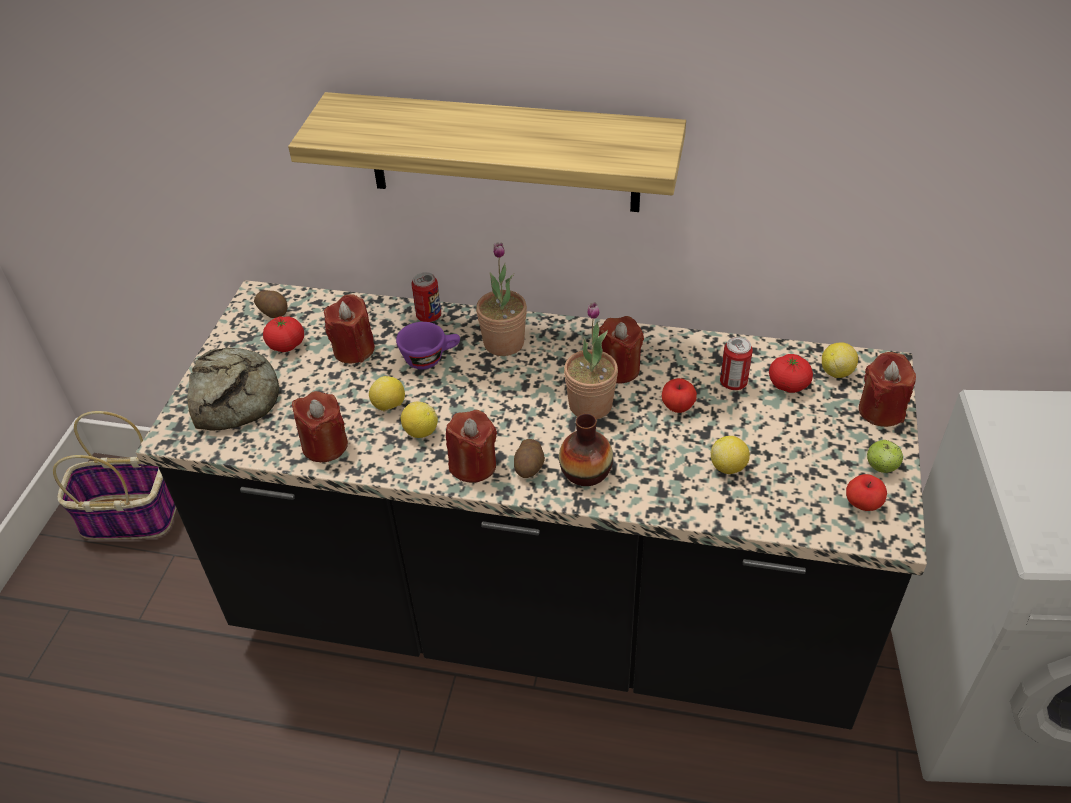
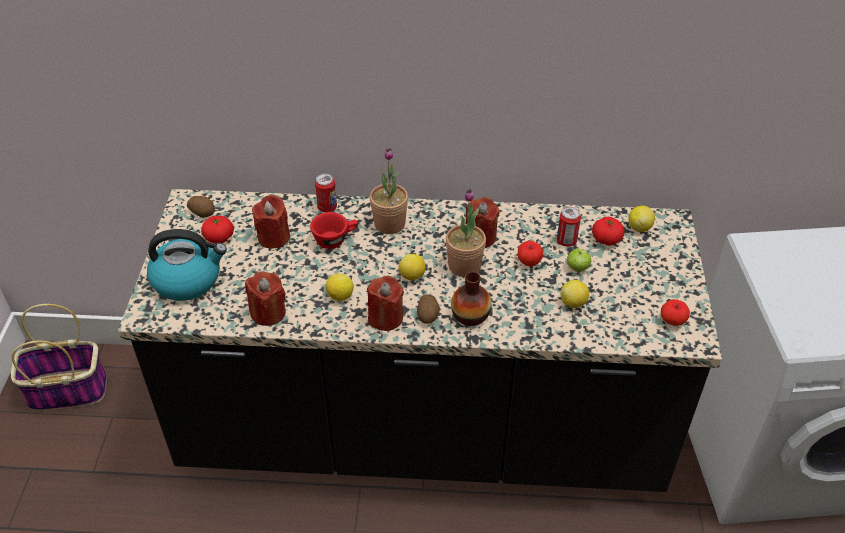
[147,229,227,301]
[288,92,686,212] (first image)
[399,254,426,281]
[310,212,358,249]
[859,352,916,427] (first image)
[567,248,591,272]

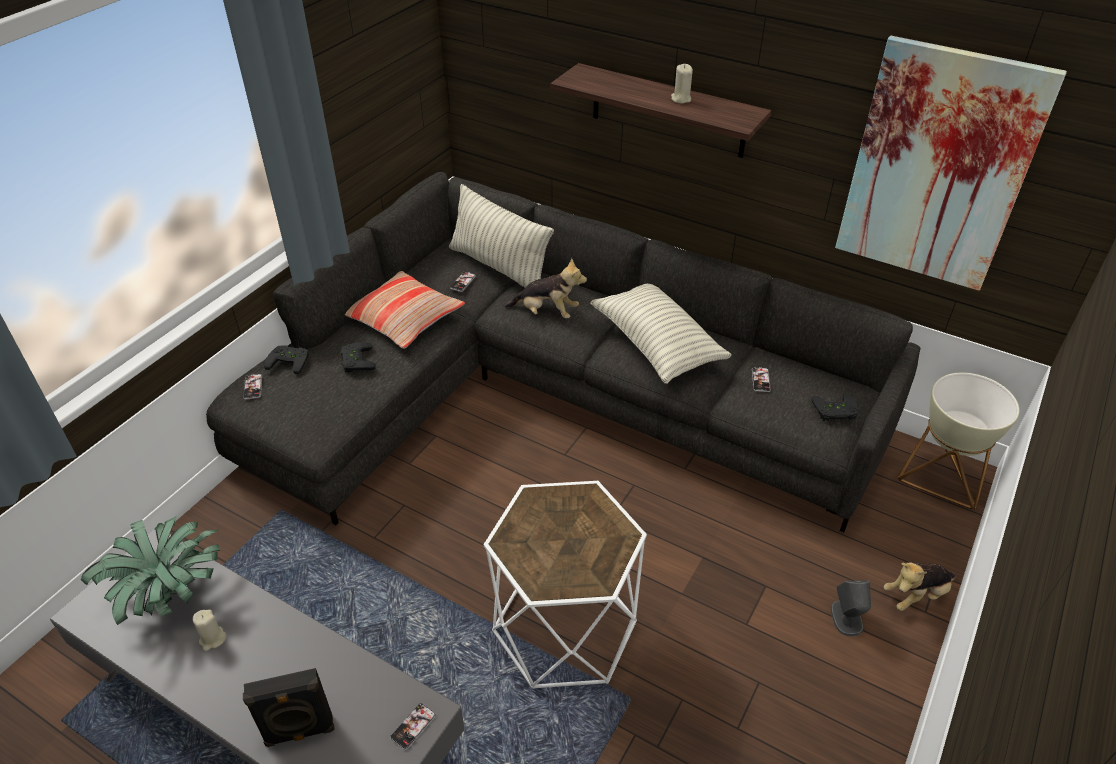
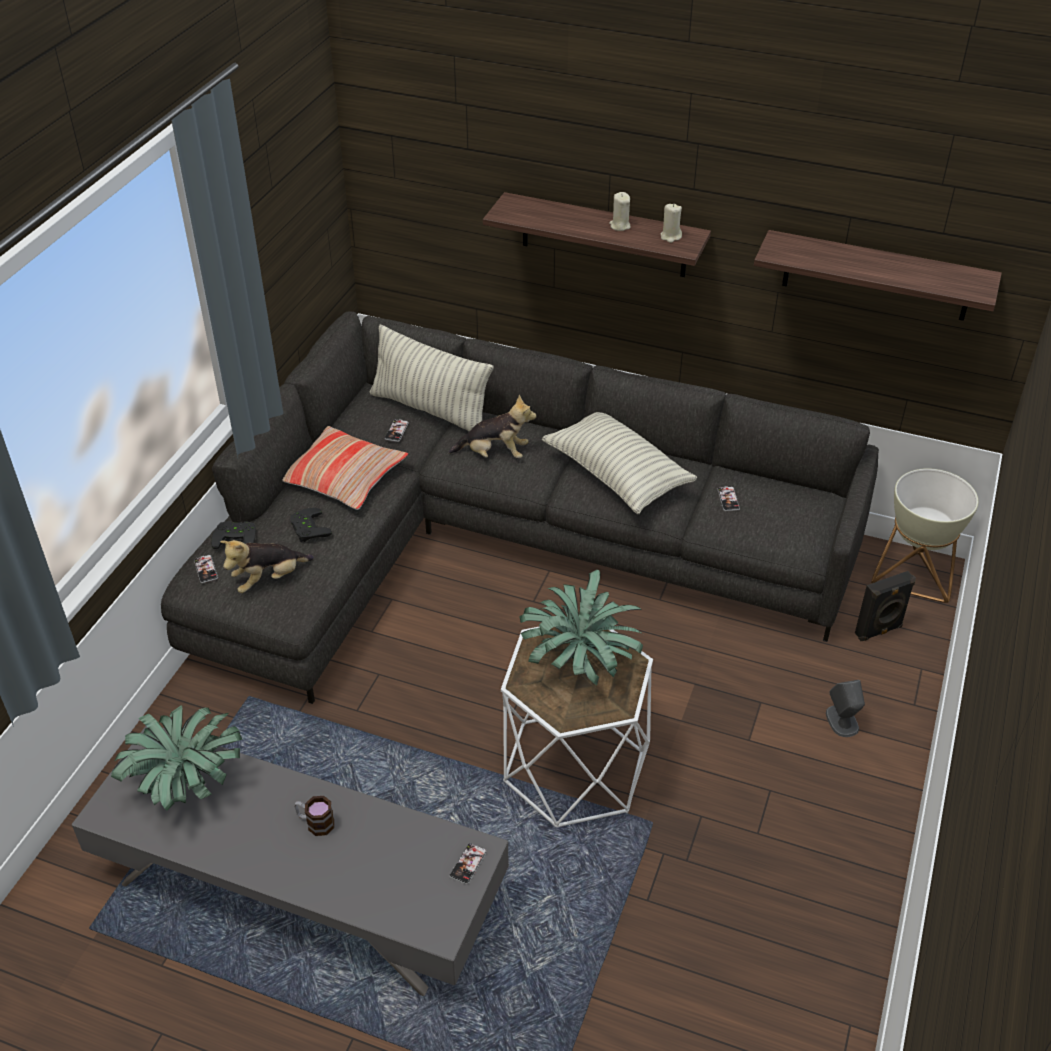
[661,204,682,243]
[855,571,916,641]
[811,395,858,421] (first image)
[754,230,1002,321]
[220,540,314,593]
[294,796,334,836]
[519,570,643,685]

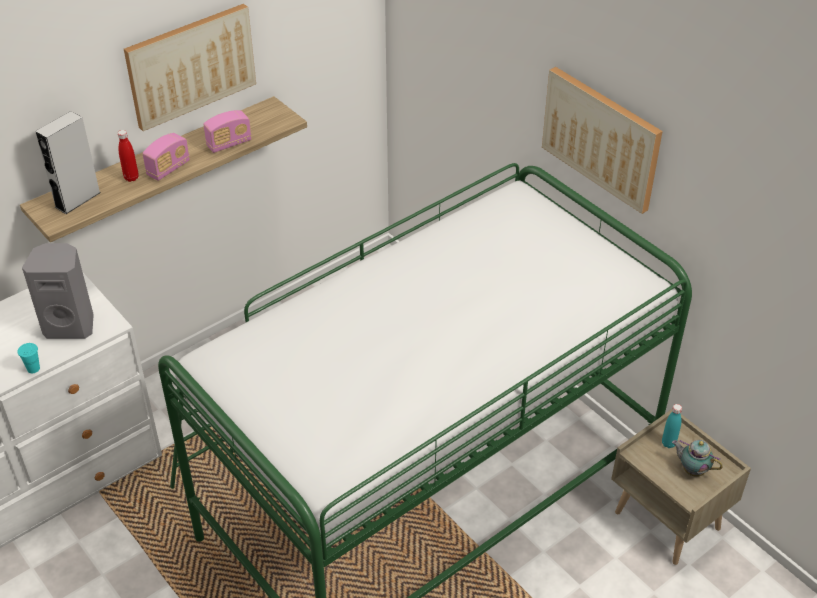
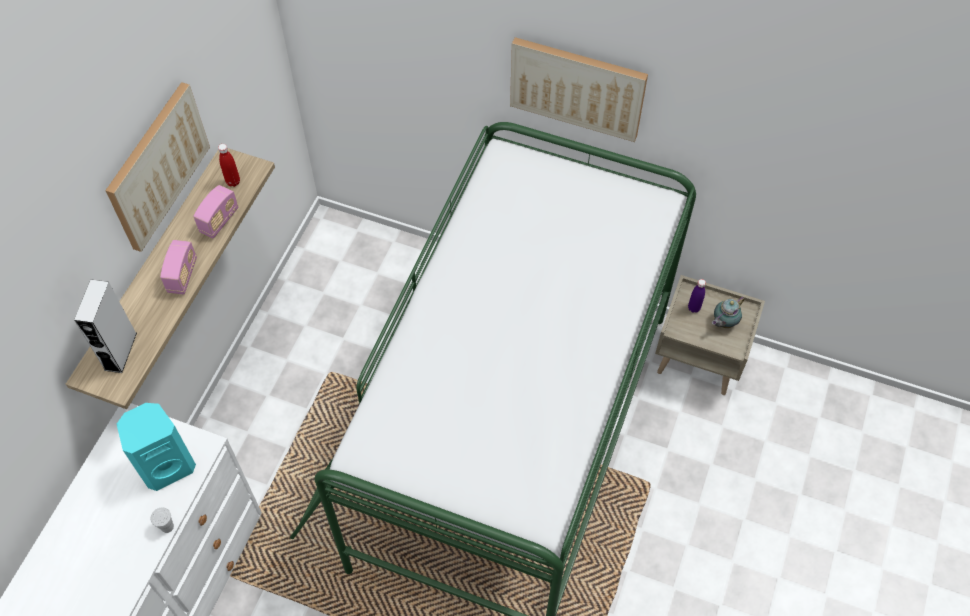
[150,507,174,533]
[117,403,196,491]
[218,144,240,187]
[688,279,706,313]
[712,297,744,328]

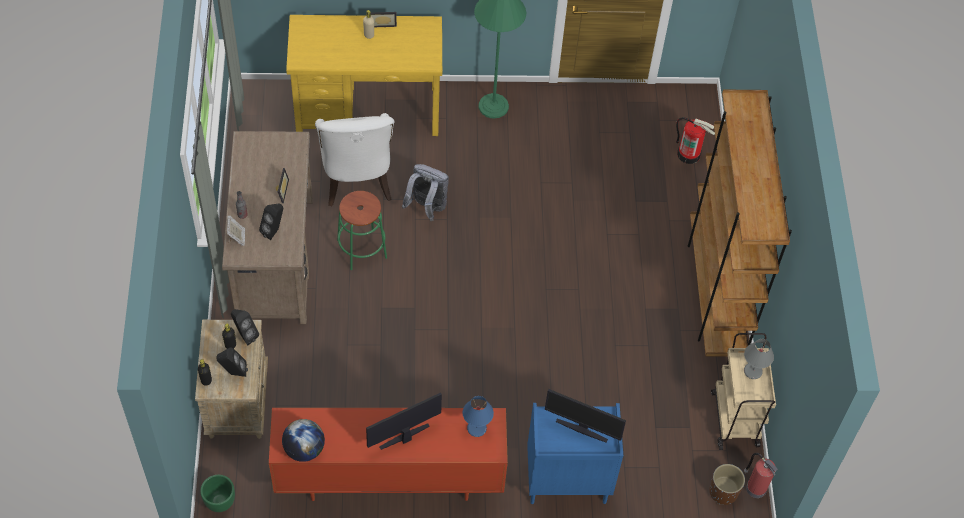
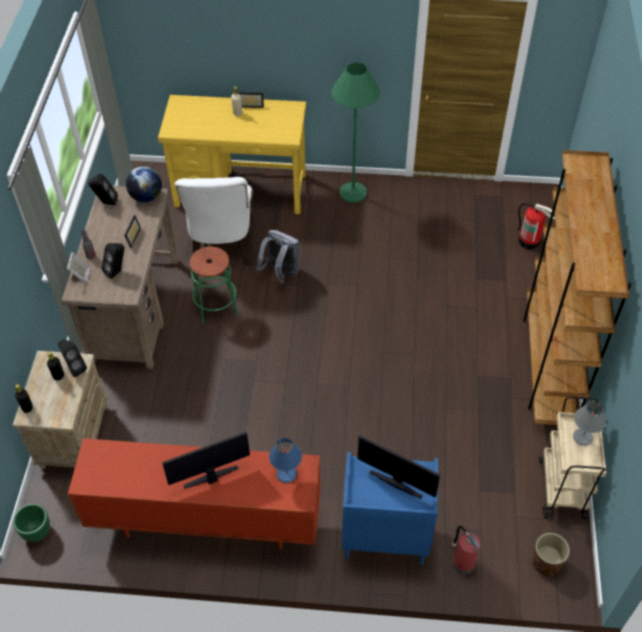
[88,174,118,205]
[126,166,162,202]
[452,526,480,574]

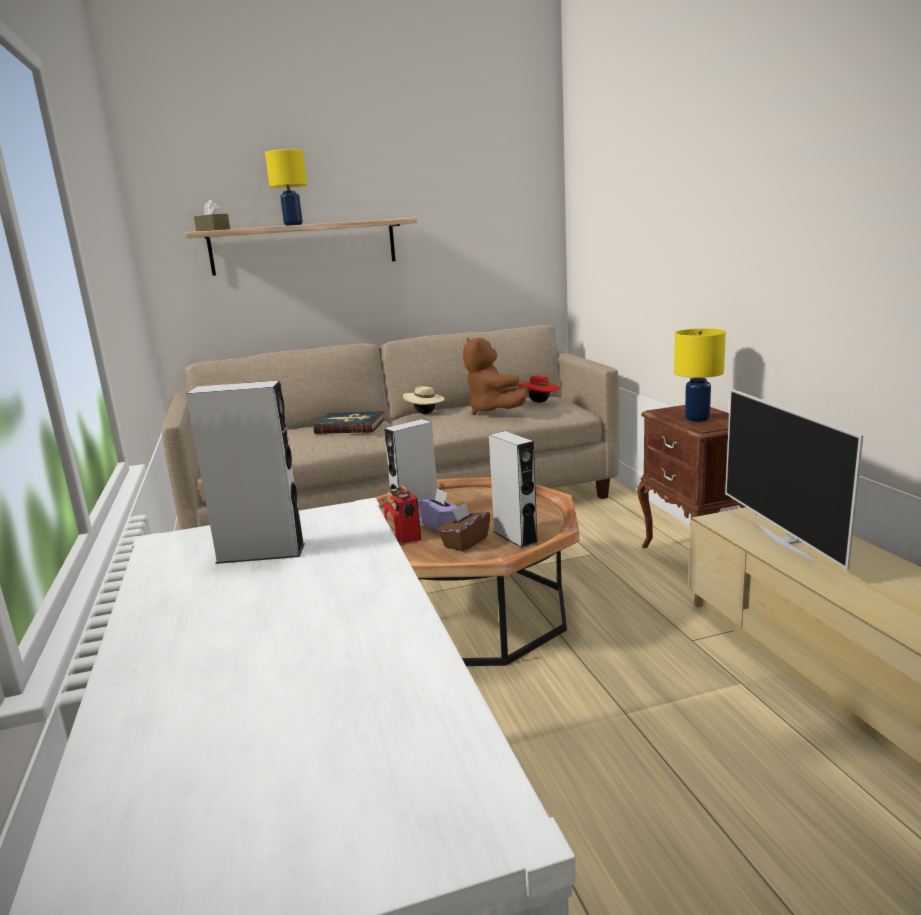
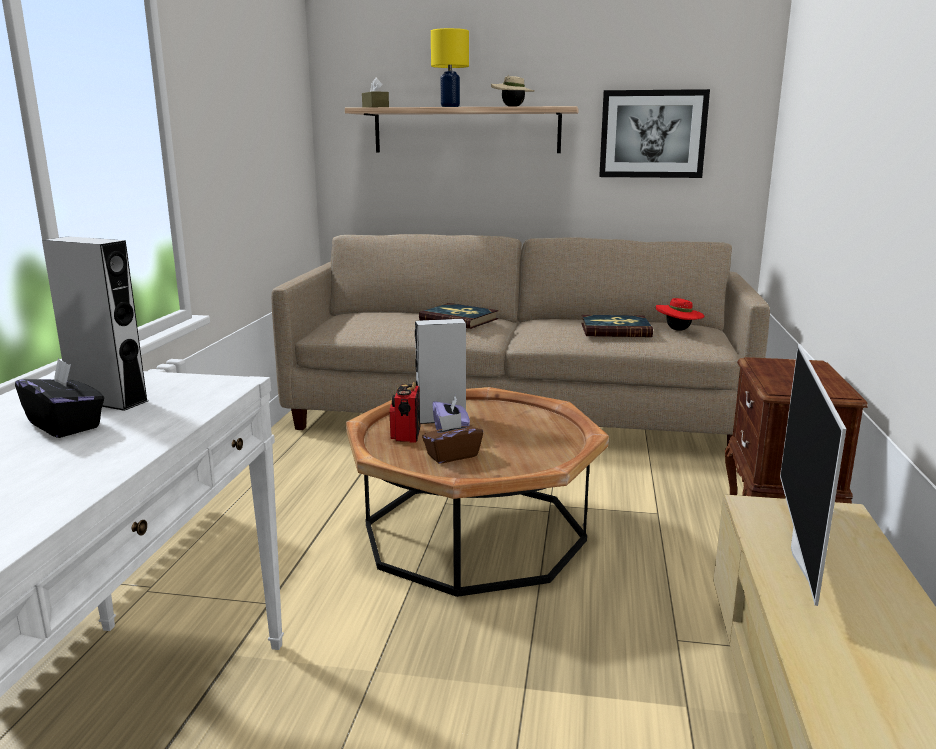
[491,75,535,107]
[581,315,653,337]
[489,431,539,548] (first image)
[674,328,726,422] (first image)
[15,358,104,438]
[599,89,710,178]

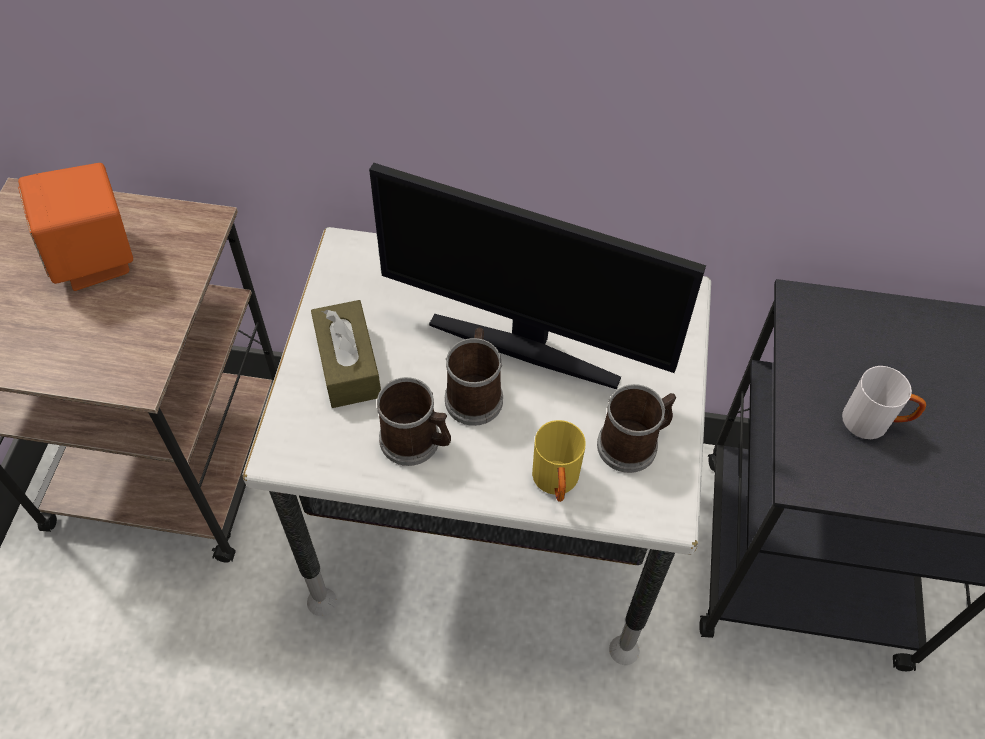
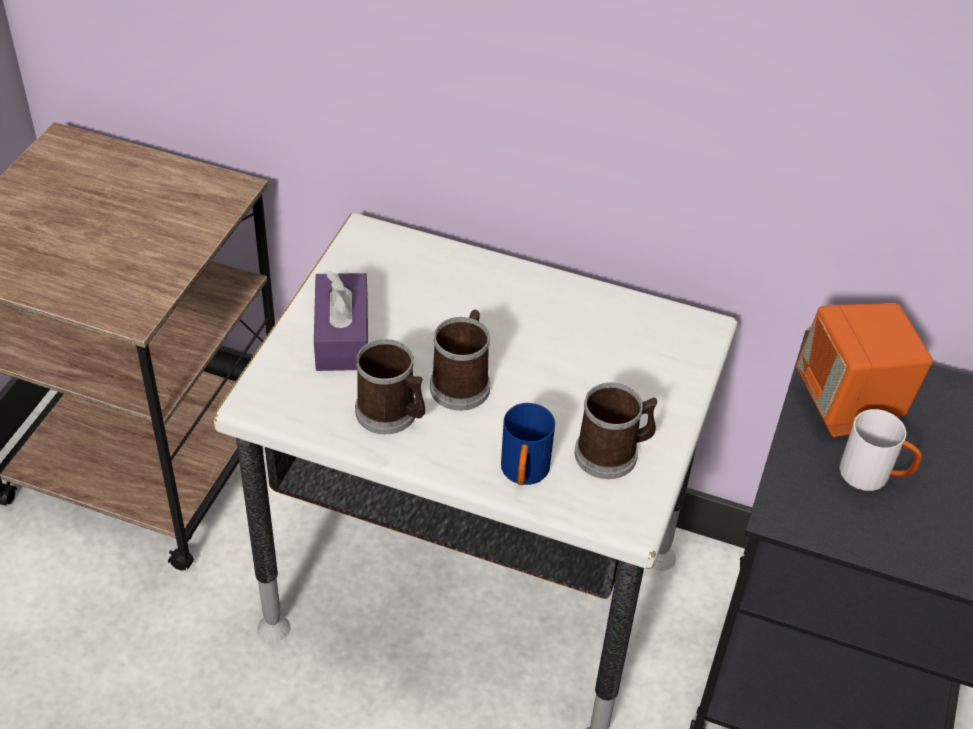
[796,303,933,437]
[314,270,368,371]
[369,163,706,389] (first image)
[501,403,555,485]

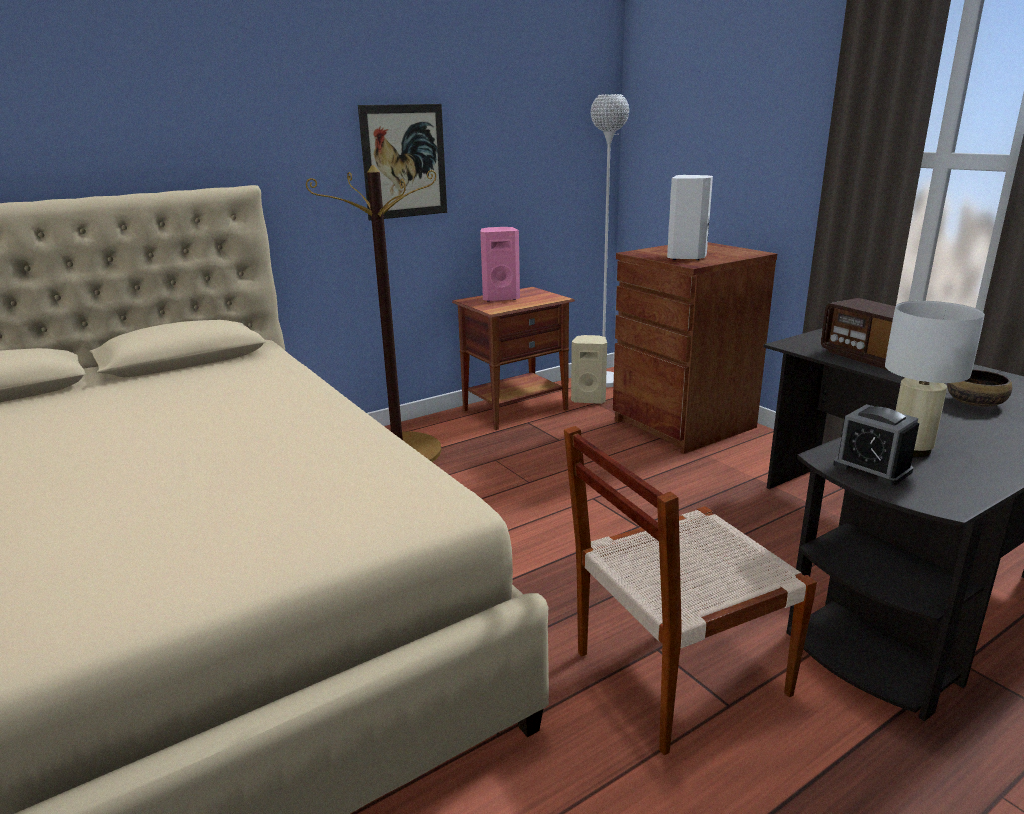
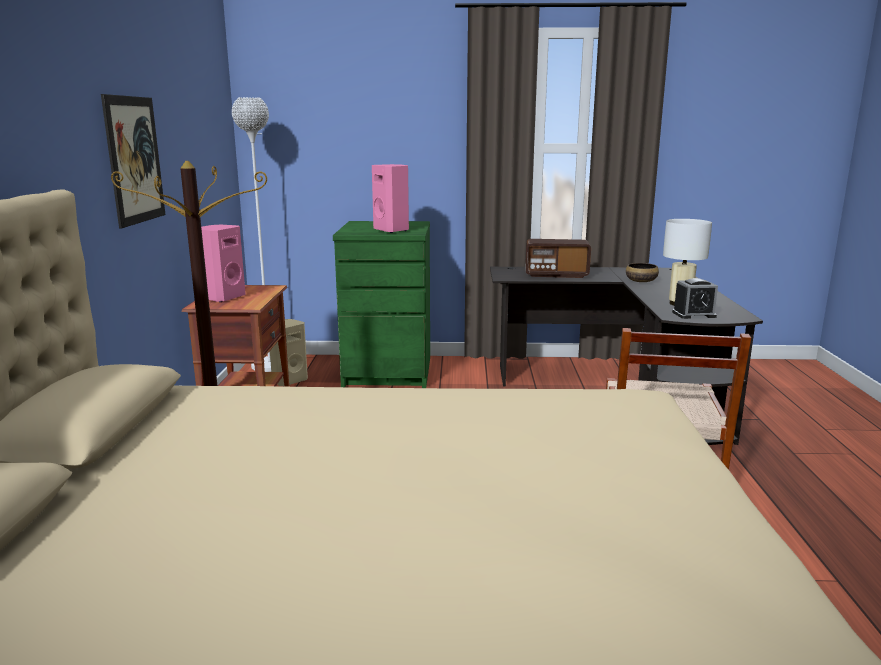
[333,221,430,388]
[372,164,409,233]

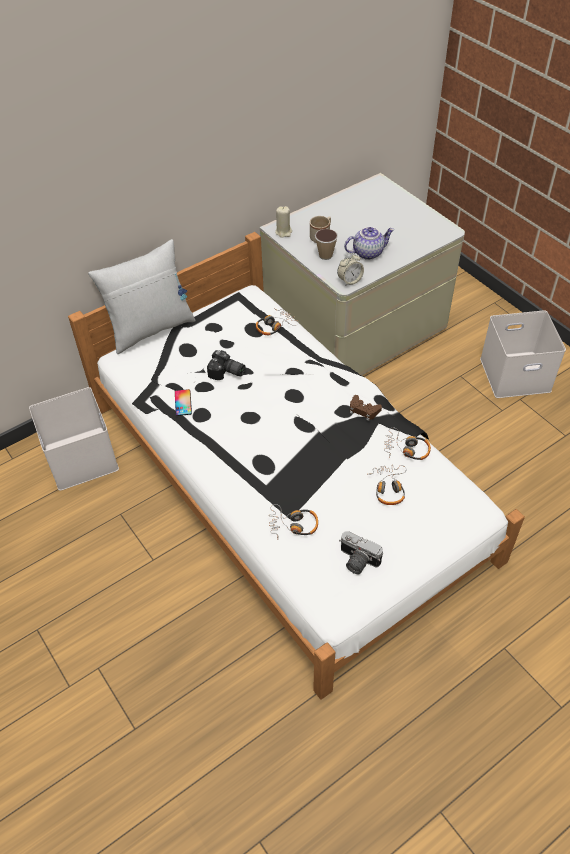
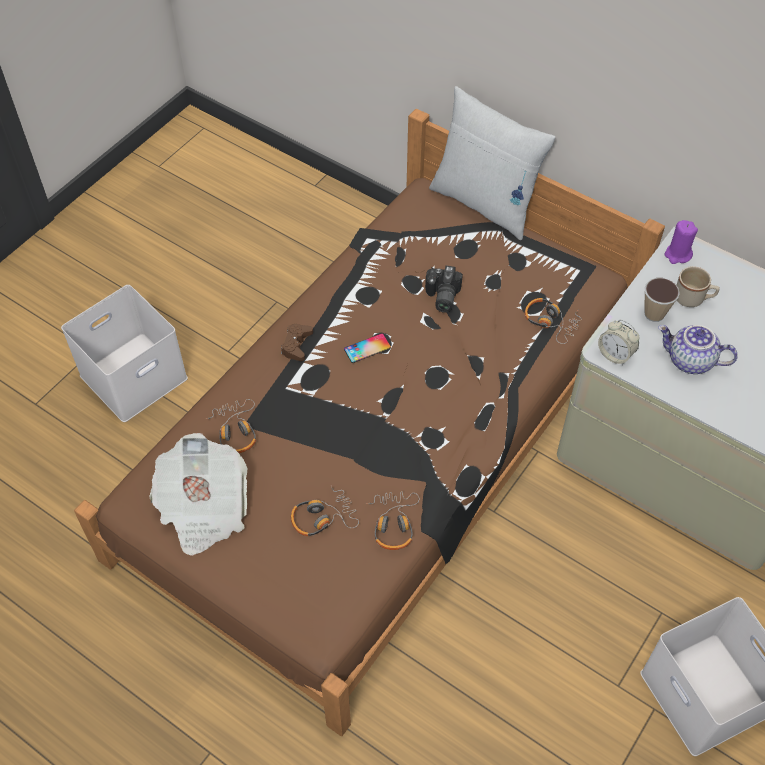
[61,285,188,422]
[74,108,665,736]
[344,333,391,363]
[665,220,698,264]
[150,433,248,556]
[658,325,738,374]
[281,324,313,361]

